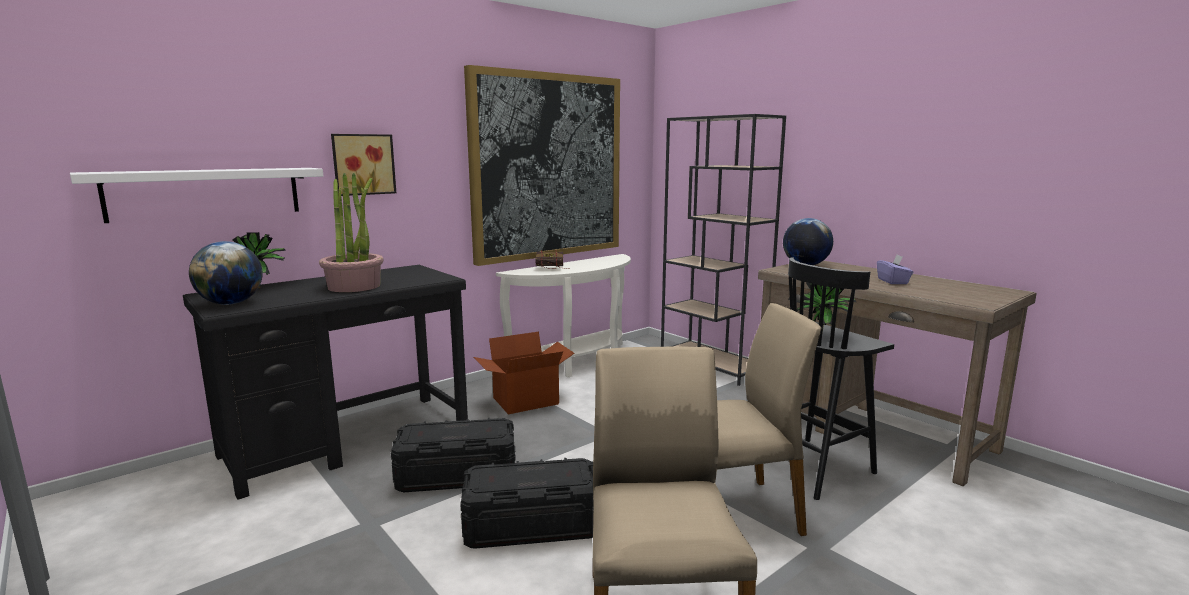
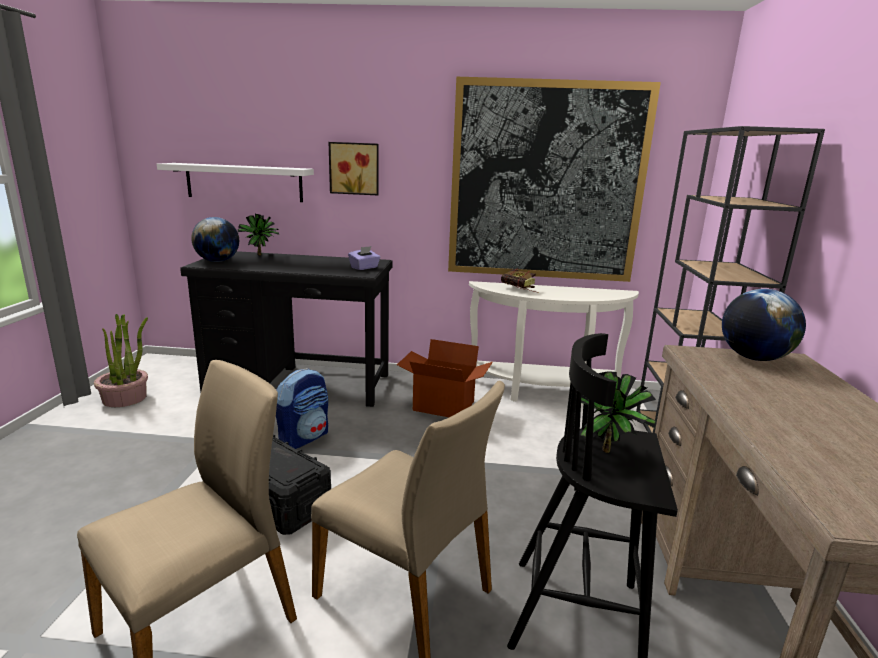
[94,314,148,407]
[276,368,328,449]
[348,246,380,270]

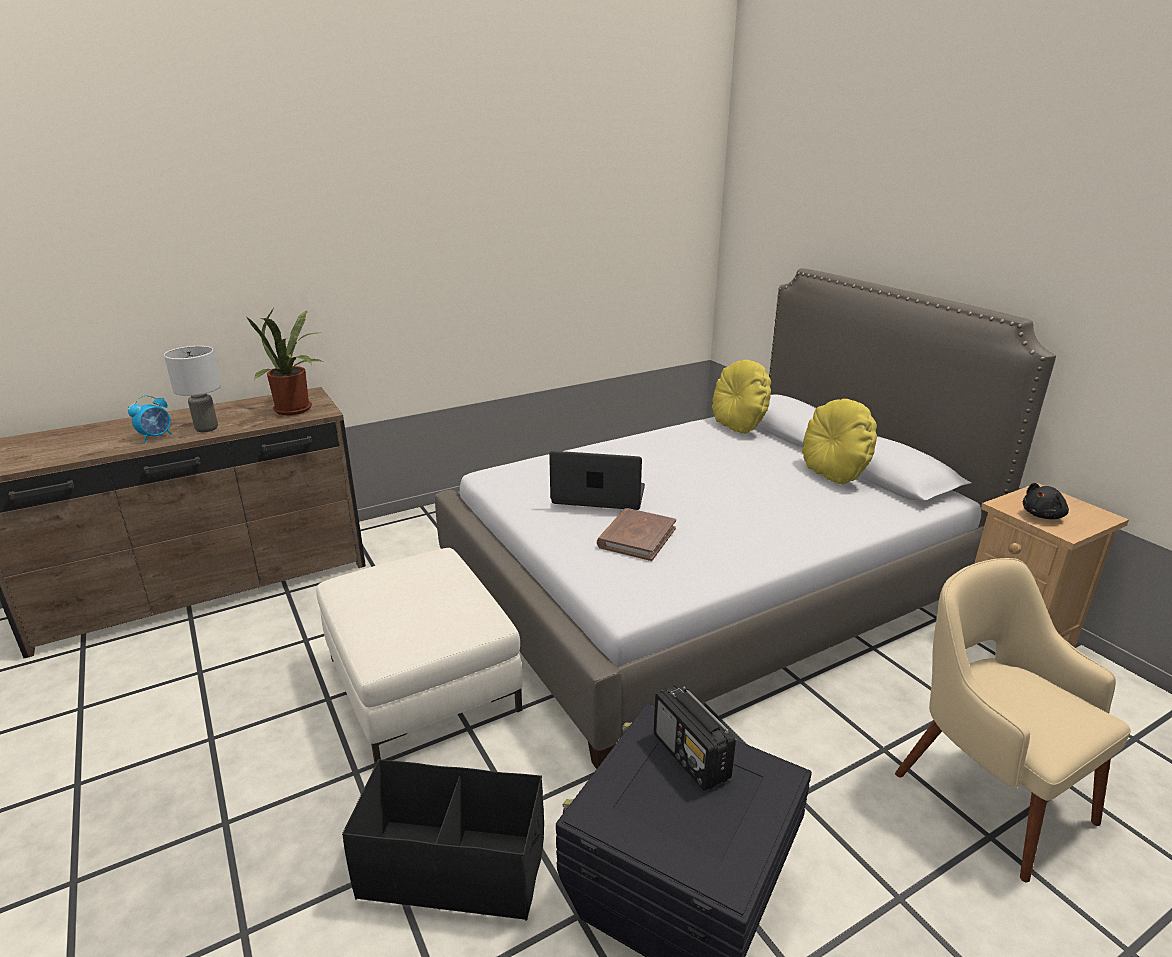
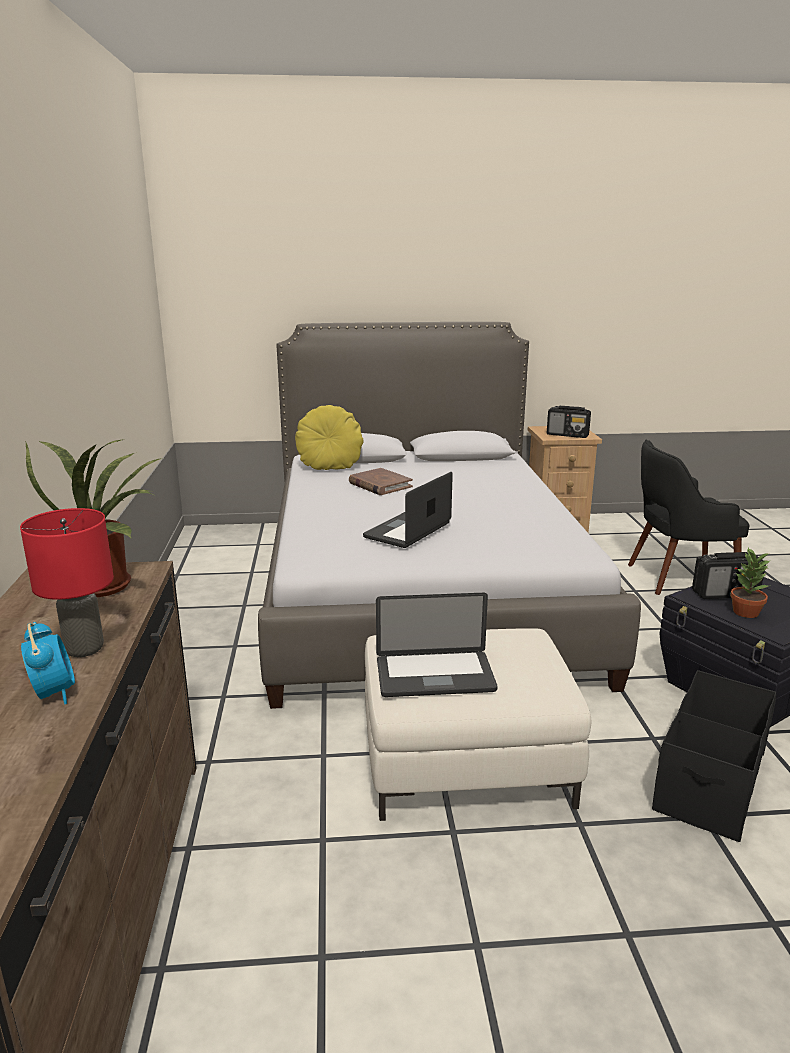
[20,508,114,657]
[349,468,413,495]
[802,399,877,484] (first image)
[628,440,750,595]
[547,406,591,438]
[376,593,497,697]
[730,548,771,618]

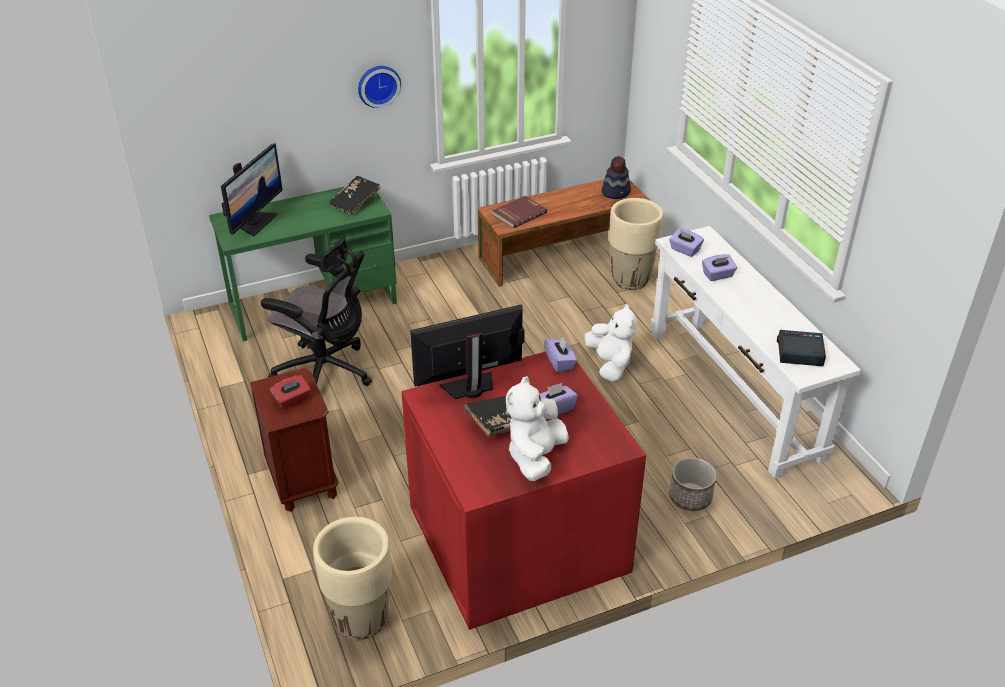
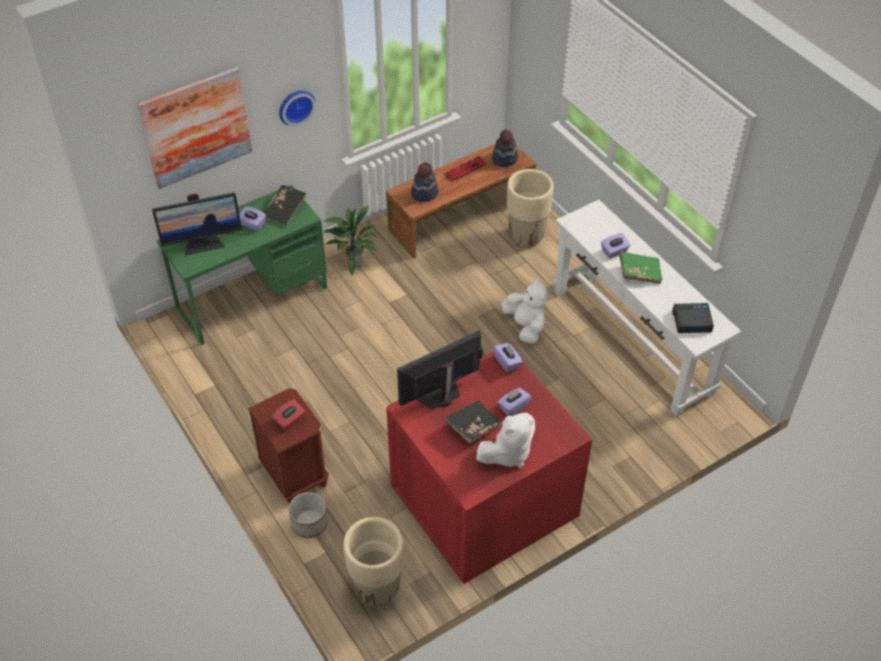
[152,192,242,255]
[261,235,372,386] (first image)
[411,163,439,202]
[476,413,535,468]
[239,206,266,231]
[288,492,328,538]
[137,67,252,189]
[323,205,378,276]
[444,156,487,182]
[619,251,662,284]

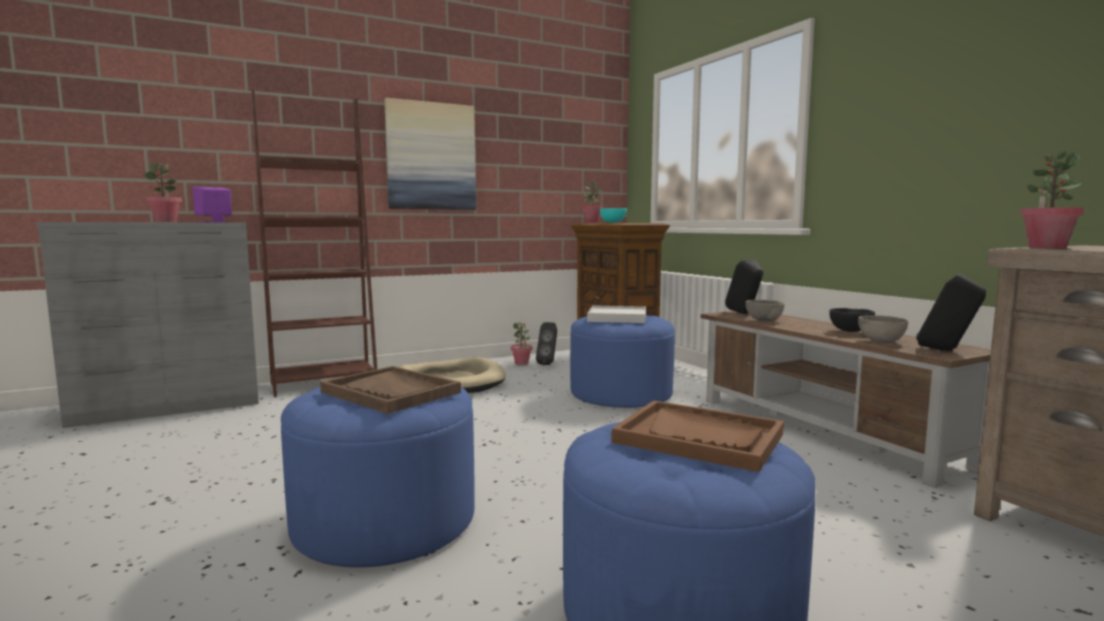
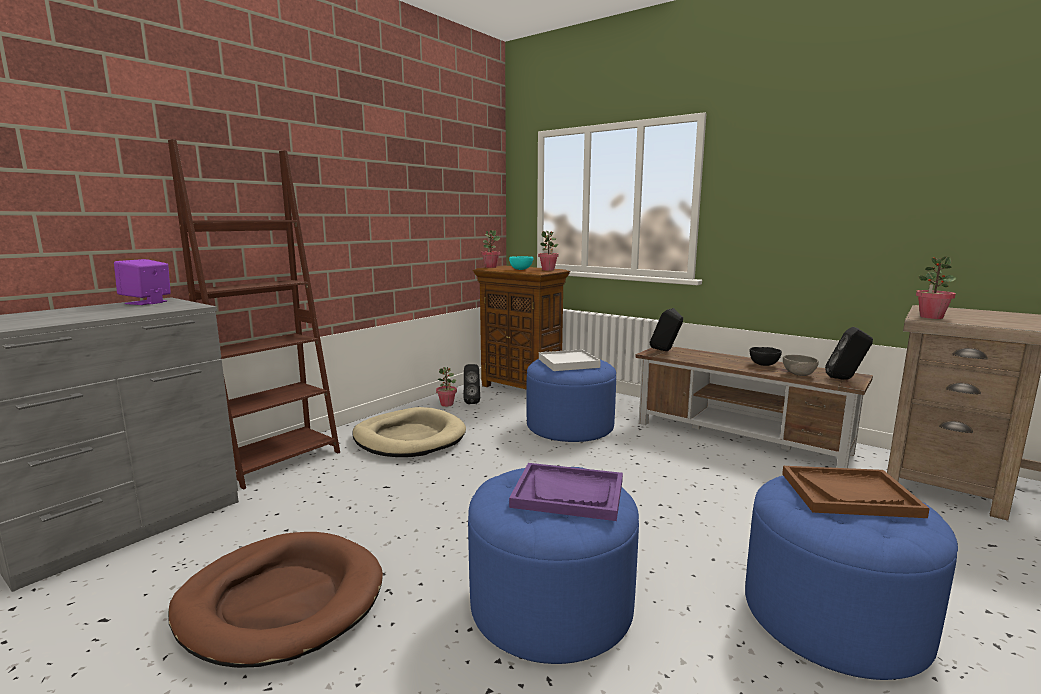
[538,231,559,271]
[509,463,623,521]
[384,98,476,210] (first image)
[745,300,785,321] (first image)
[168,532,383,668]

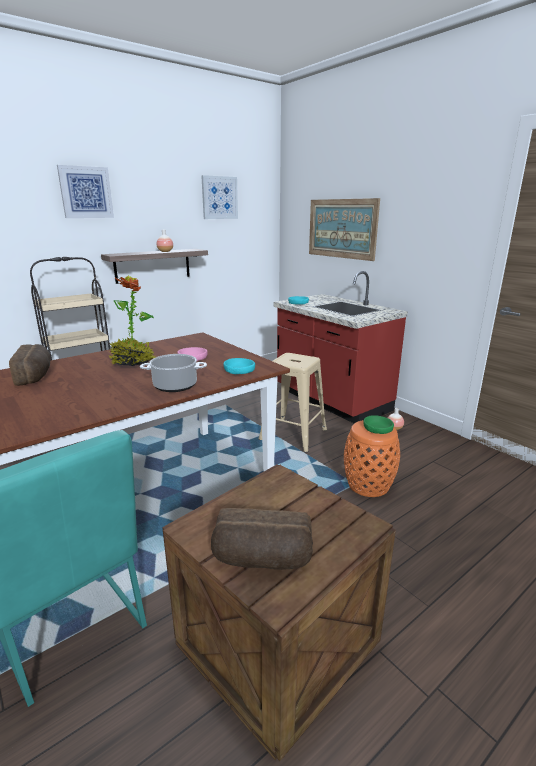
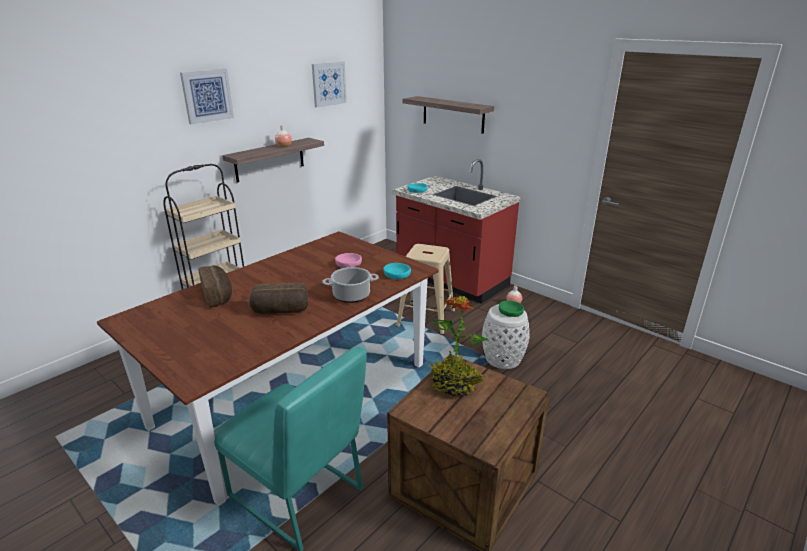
[430,296,489,396]
[250,283,308,314]
[403,96,494,134]
[482,304,530,369]

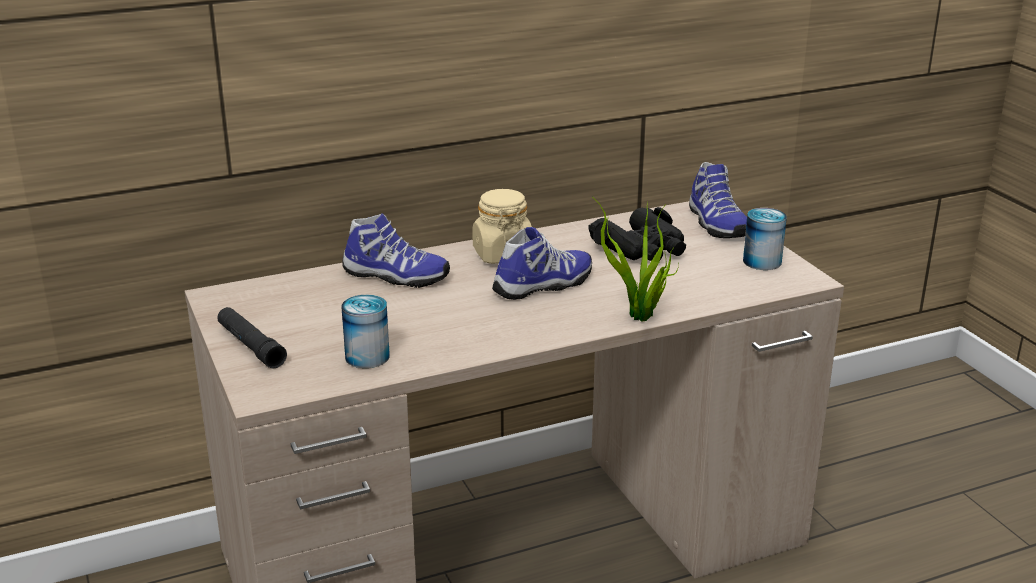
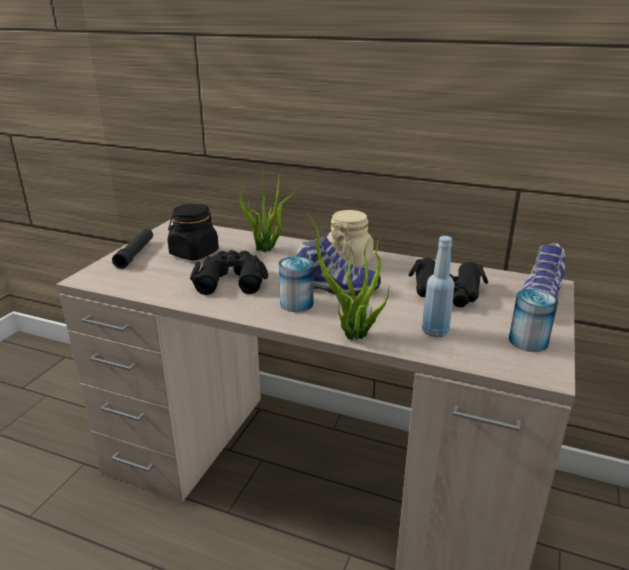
[279,256,314,312]
[239,165,296,252]
[167,204,219,260]
[190,250,268,295]
[422,236,454,337]

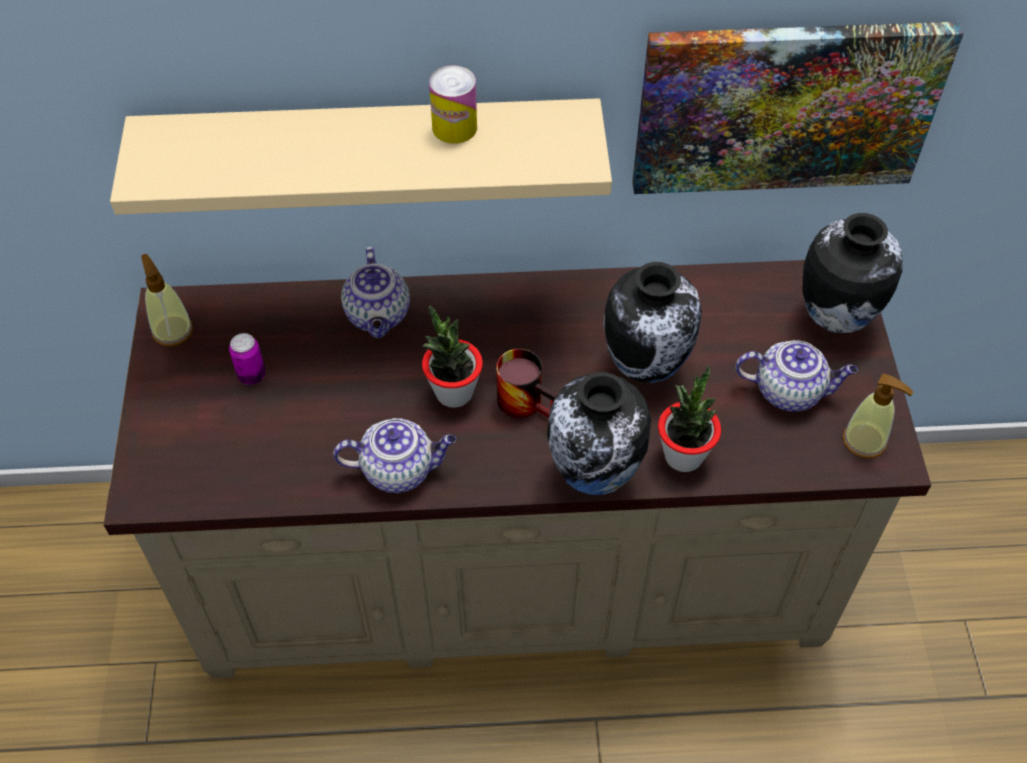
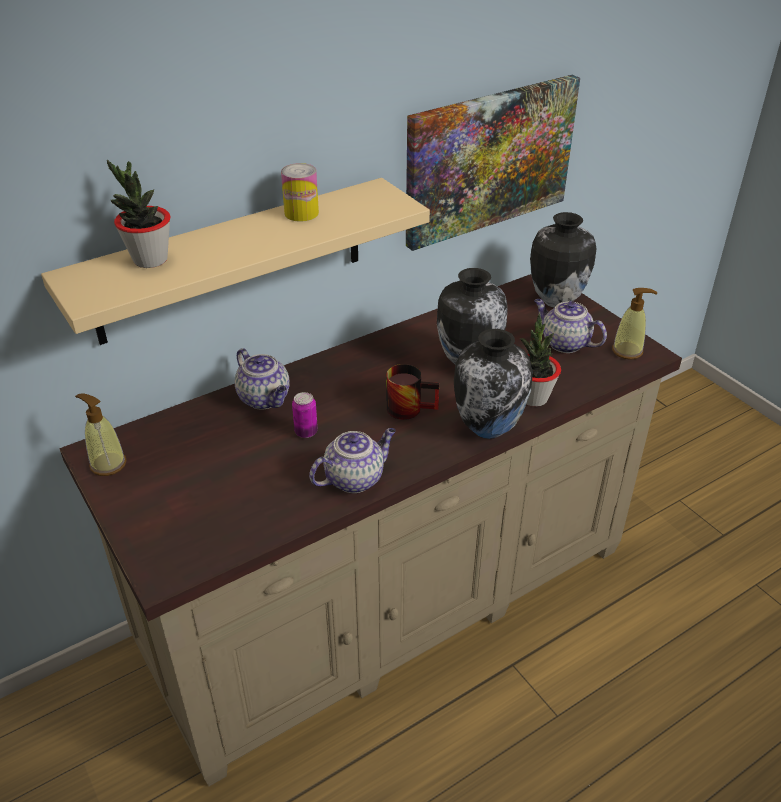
[292,392,318,438]
[107,159,171,268]
[534,299,607,353]

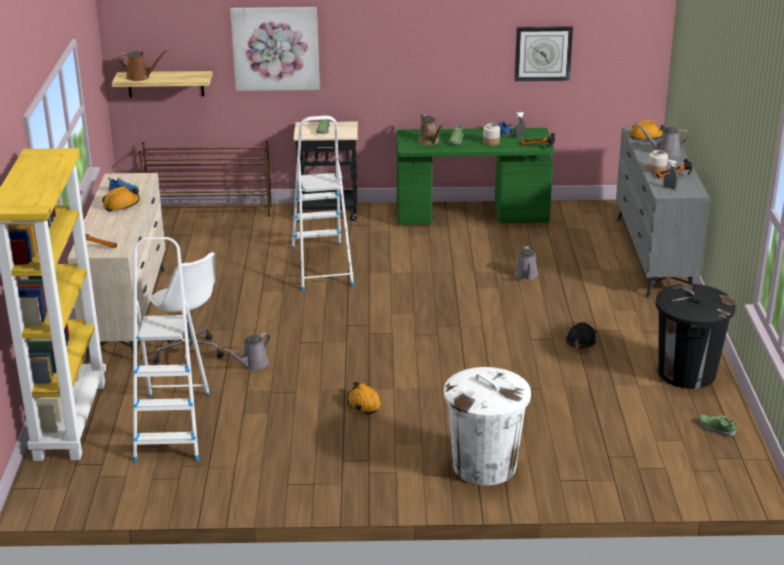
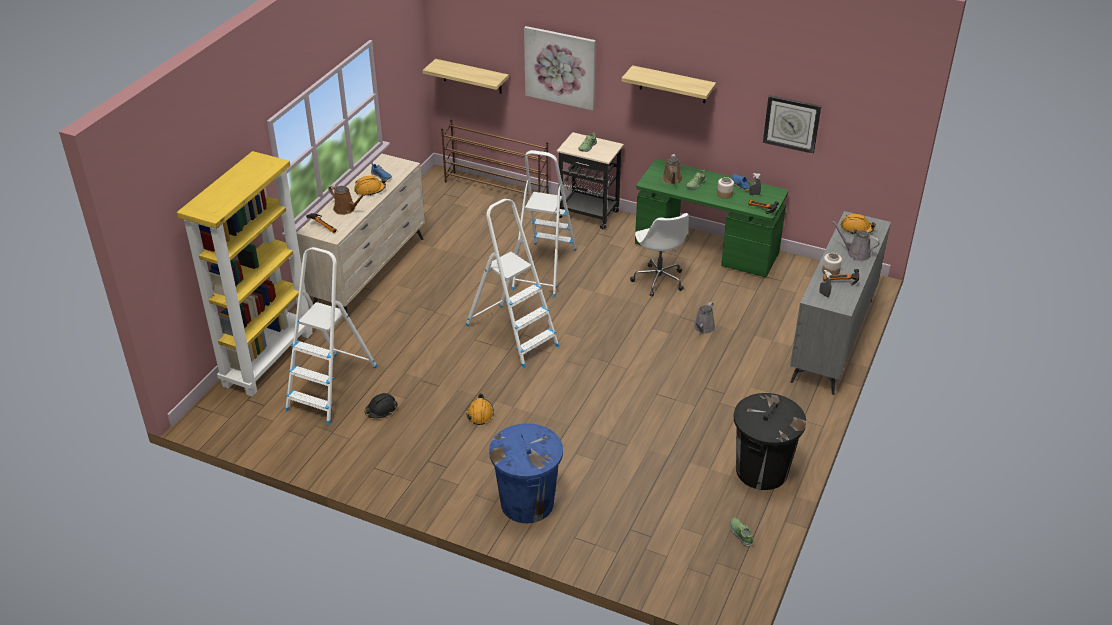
[328,185,366,215]
[630,213,689,296]
[223,333,270,371] (first image)
[489,423,563,523]
[365,393,398,418]
[466,199,560,368]
[621,65,716,103]

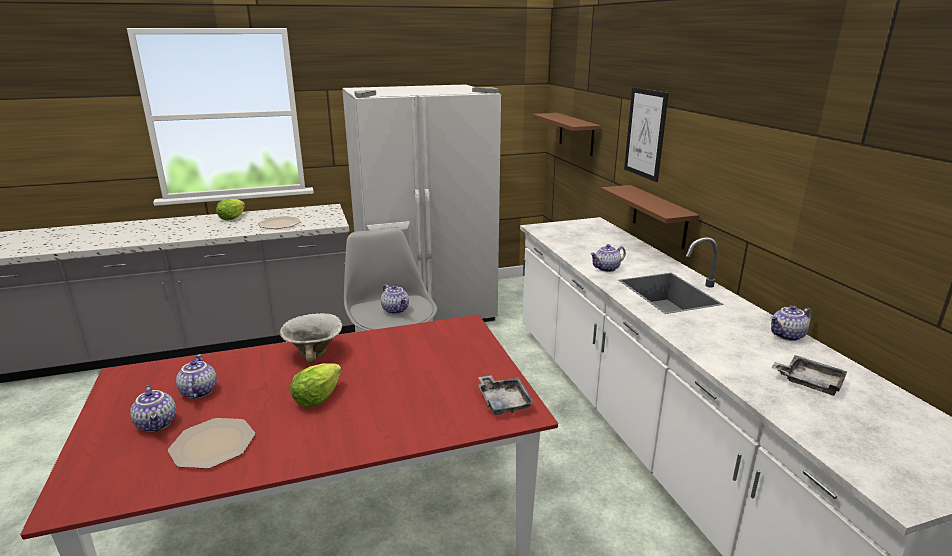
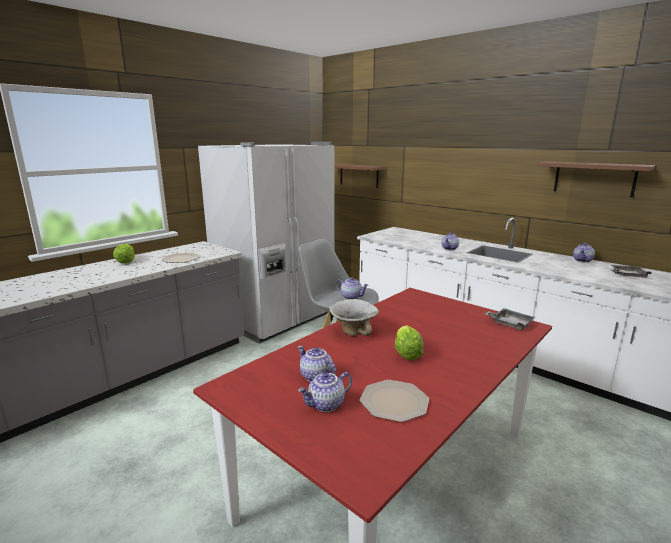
[298,372,352,412]
[538,161,655,197]
[624,87,669,182] (first image)

